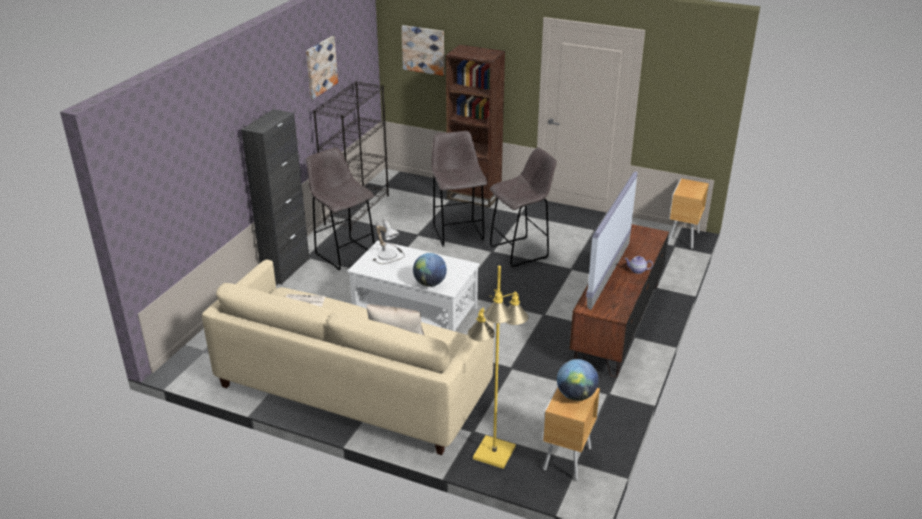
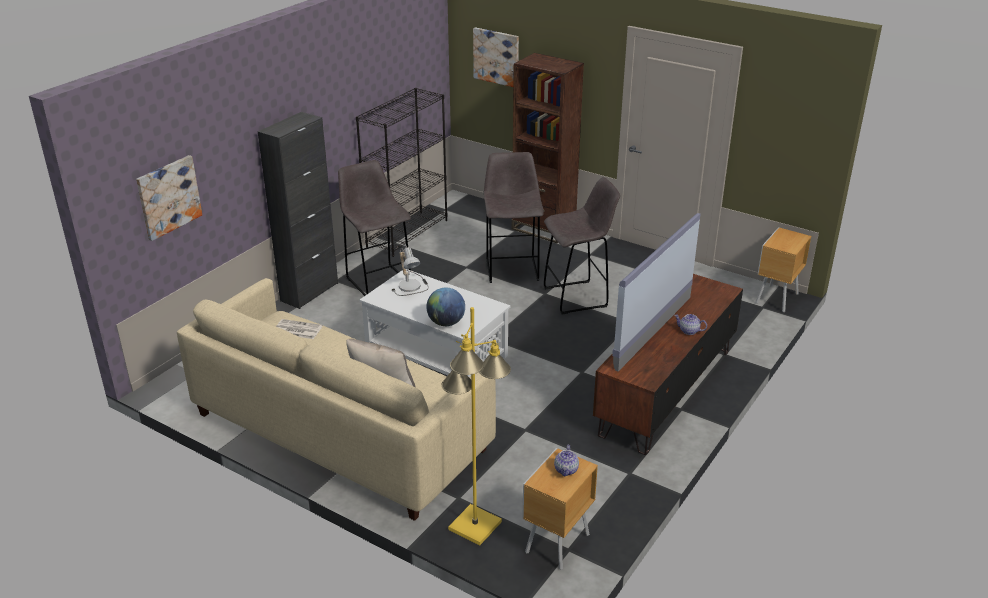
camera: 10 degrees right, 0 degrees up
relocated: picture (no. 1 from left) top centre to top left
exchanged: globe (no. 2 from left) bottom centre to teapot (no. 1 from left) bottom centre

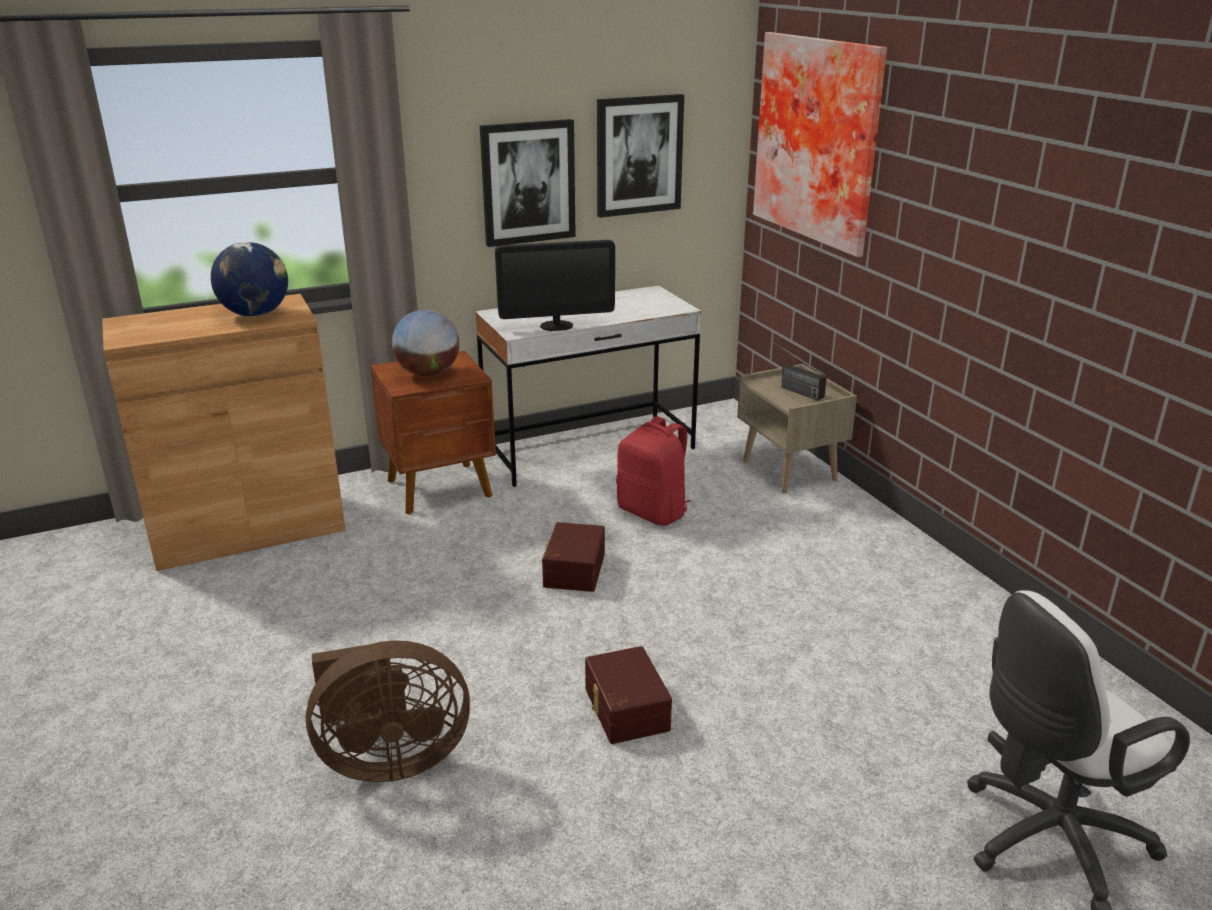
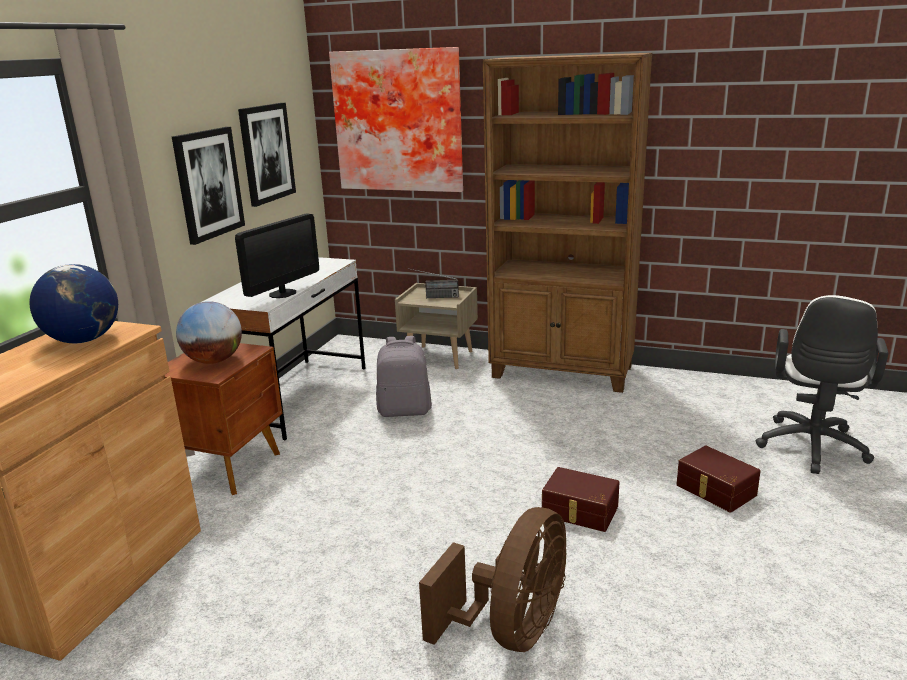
camera: 45 degrees left, 5 degrees down
appeared: brown_bookcase top centre
relocated: brown_storage_box (no. 1 from left in the first image) centre to brown_storage_box (no. 2 from left) bottom right
colour: red_backpack centre to grey_backpack centre

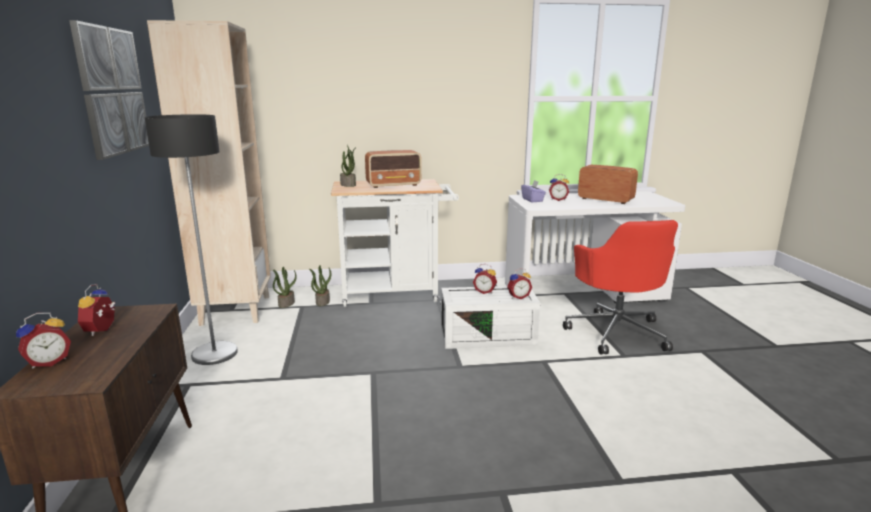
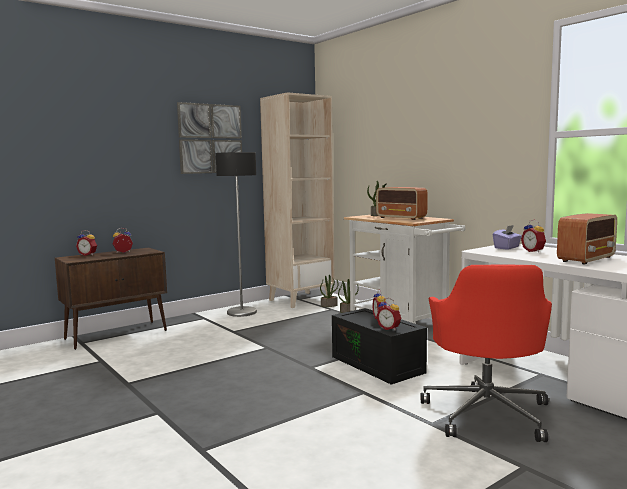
camera: 60 degrees right, 10 degrees down
colour: white_storage_box centre to black_storage_box bottom centre
spun: red_office_chair middle right = bottom right 45 degrees counterclockwise; radio (no. 2 from left) middle right = middle right 45 degrees clockwise

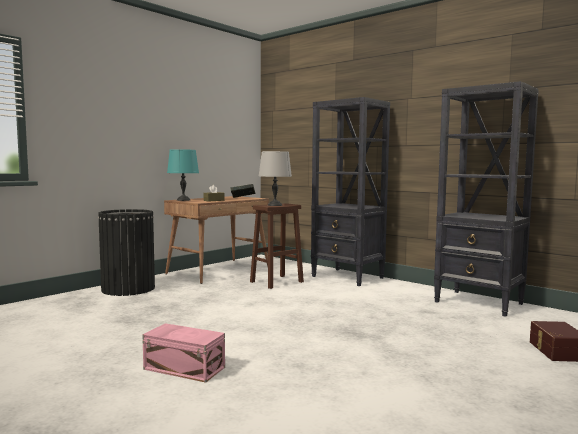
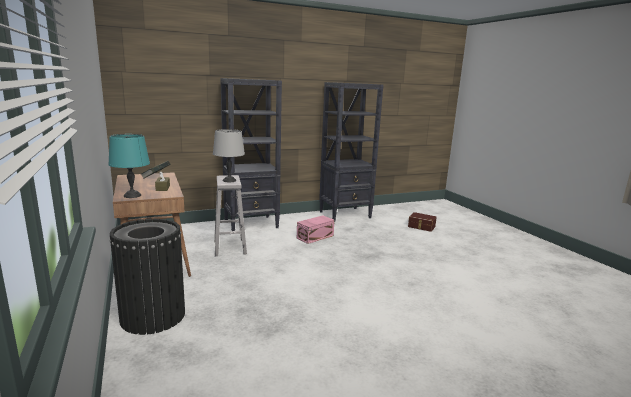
camera: 65 degrees left, 10 degrees up
relocated: pink_storage_box bottom left to centre
colour: brown_stool centre to white_stool centre

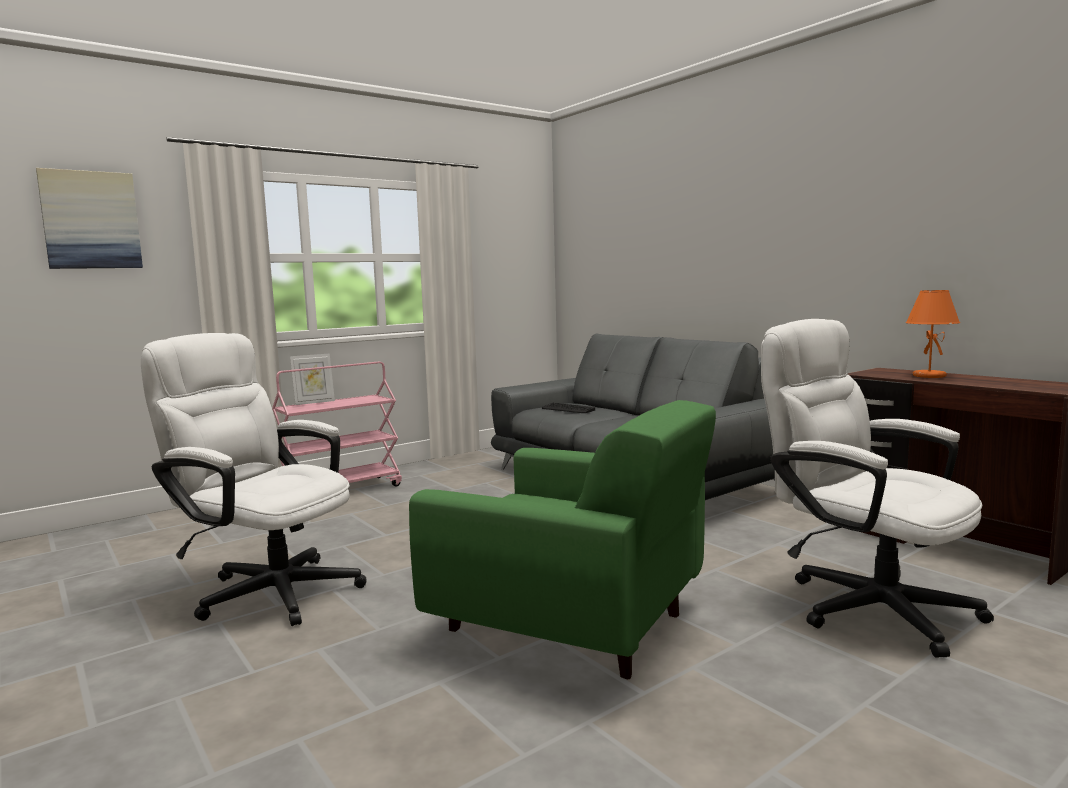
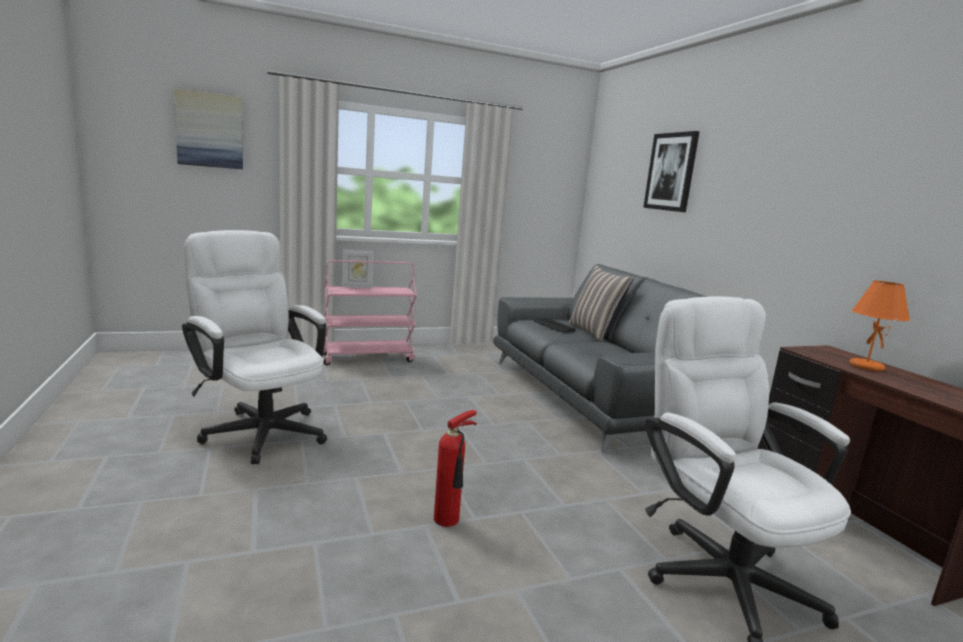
camera: 15 degrees right, 5 degrees up
appeared: pillow centre; picture (no. 2 from left) top right
exchanged: green_armchair bottom centre to fire_extinguisher bottom centre

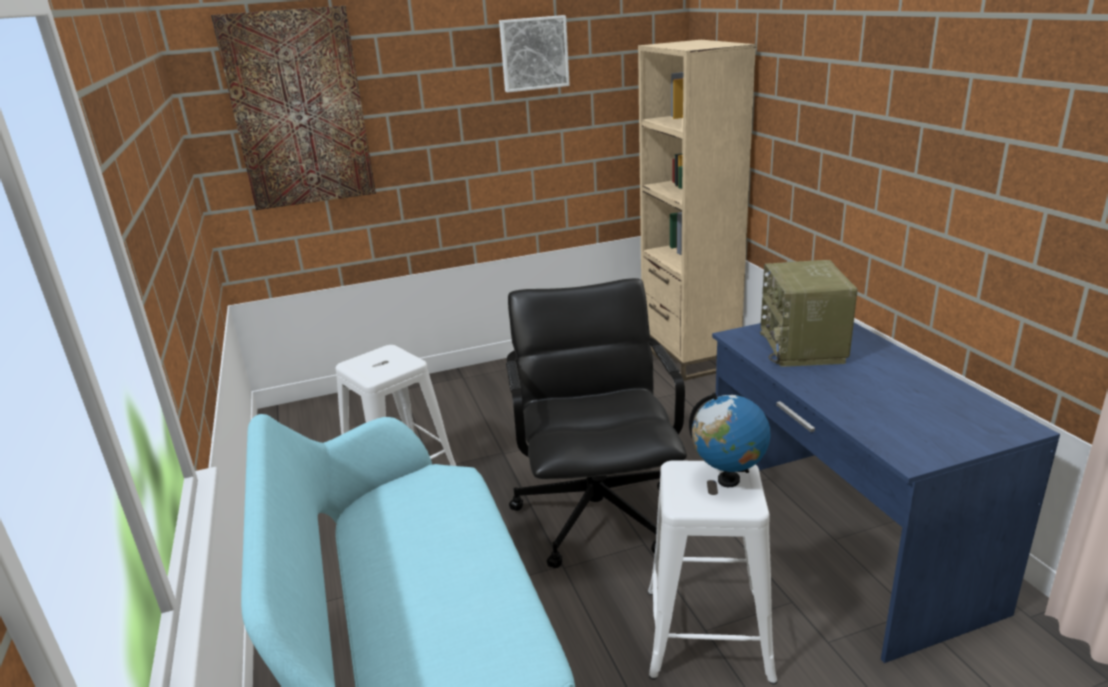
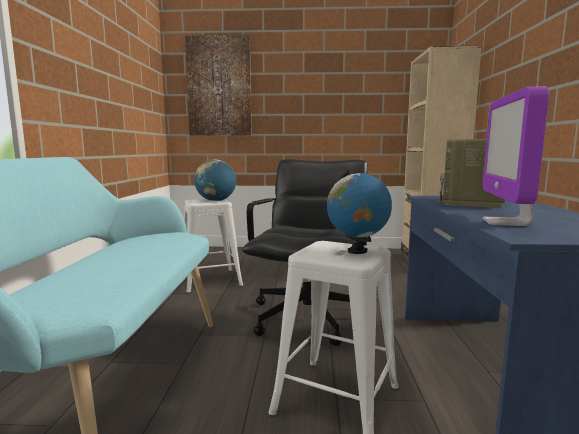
camera: 20 degrees right, 15 degrees down
missing: picture (no. 2 from left) top centre
appeared: globe (no. 1 from left) centre; monitor middle right

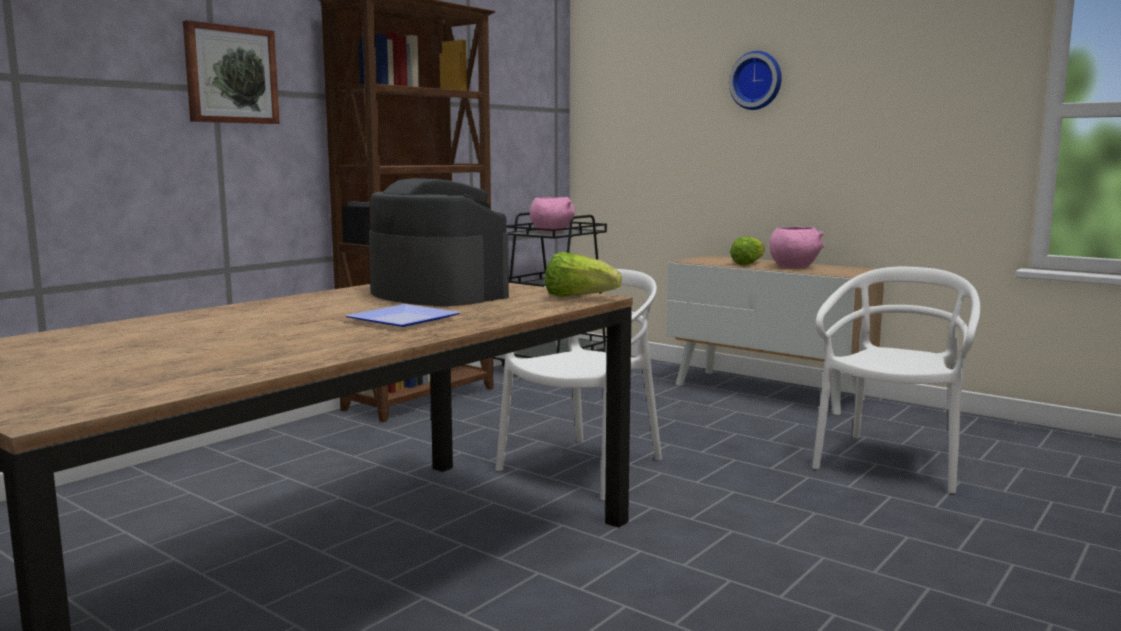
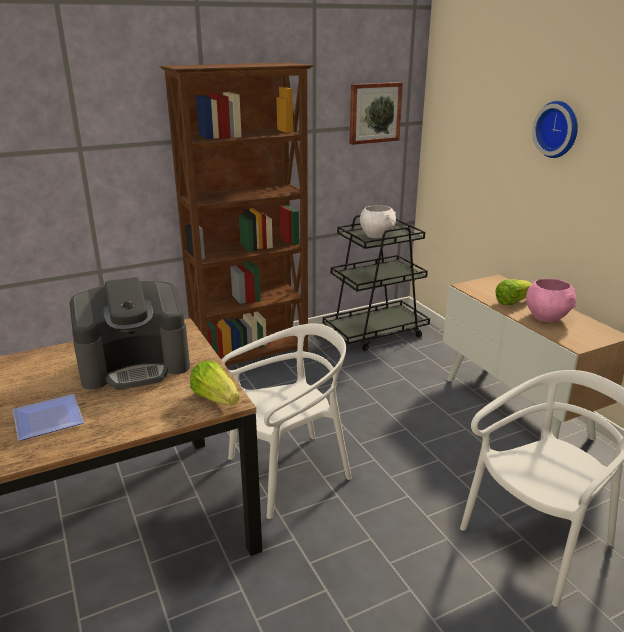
camera: 25 degrees right, 15 degrees up
relocated: picture top left to top centre
colour: pink_bowl (no. 1 from left) centre to white_bowl centre
spun: coffee_machine centre = middle left 90 degrees clockwise

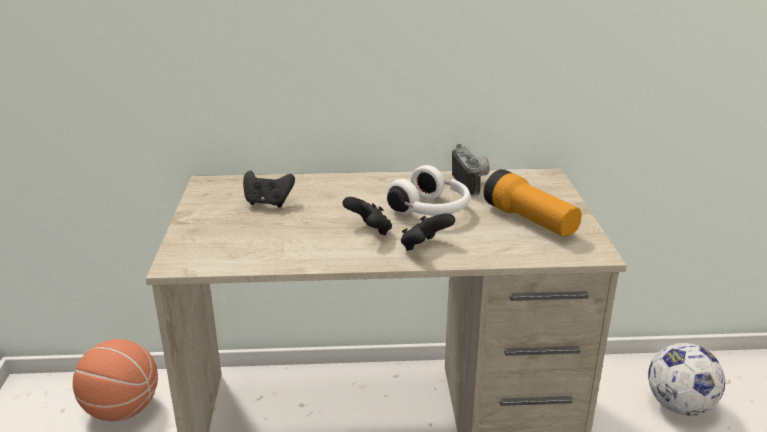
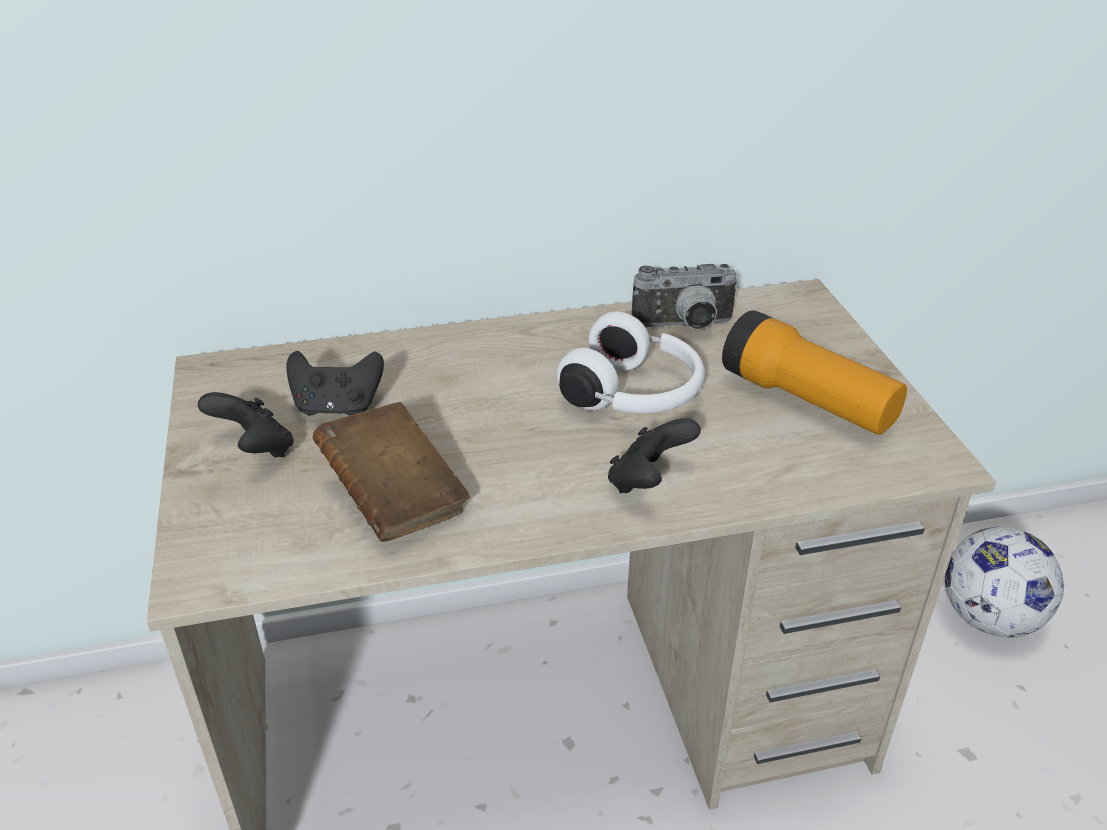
camera: 10 degrees left, 10 degrees up
missing: basketball bottom left
appeared: brown_book centre
relocated: black_game_controller (no. 2 from left in the first image) centre to black_game_controller (no. 1 from left) middle left
spun: photo_camera centre = centre 105 degrees clockwise

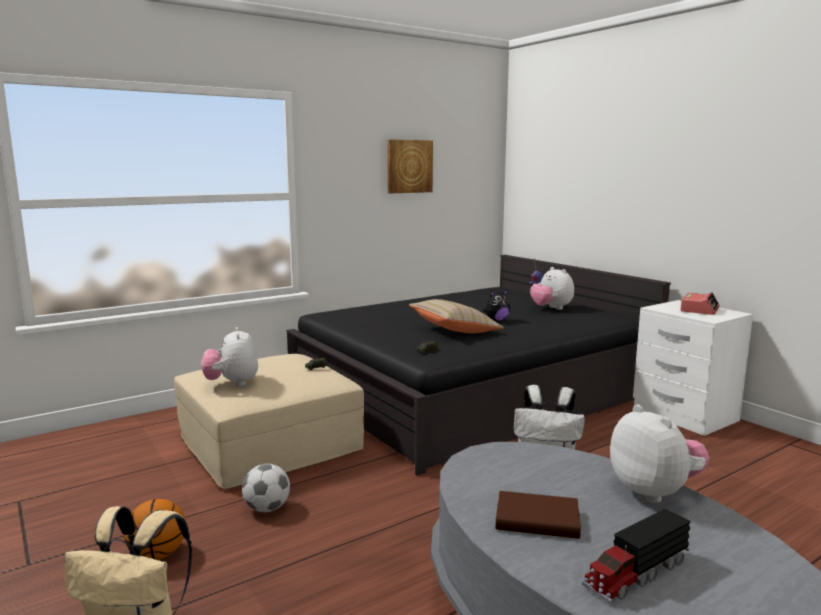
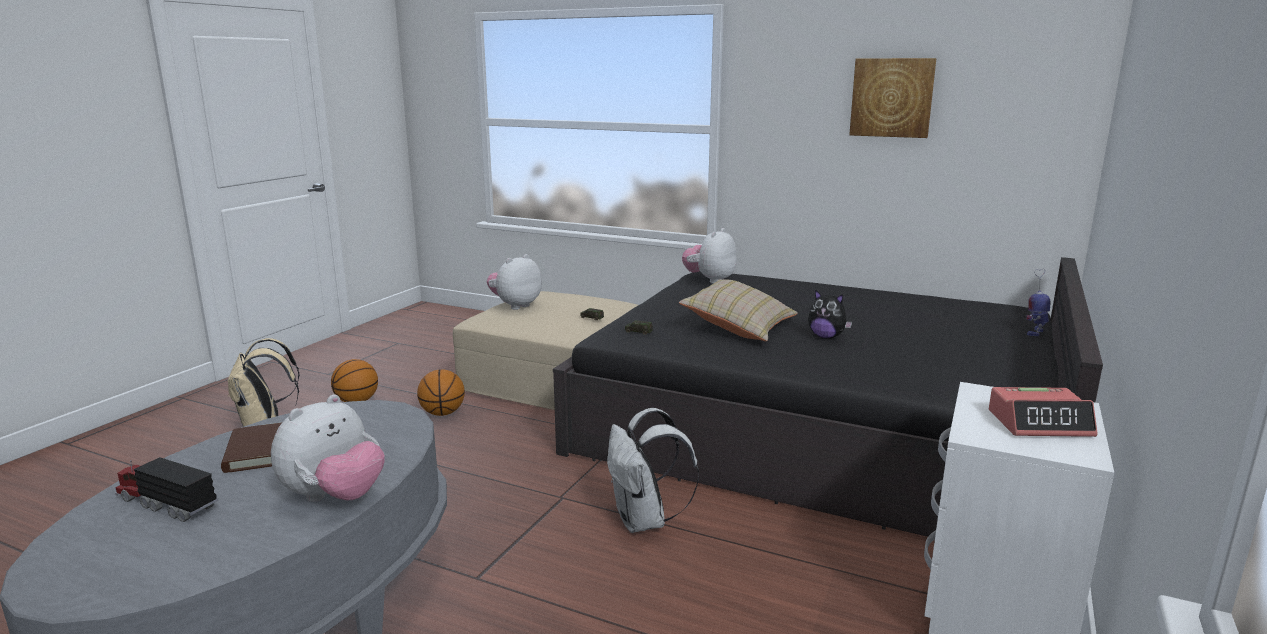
camera: 60 degrees right, 5 degrees up
relocated: plush_toy (no. 3 from left) middle right to centre
exchanged: football bottom left to basketball (no. 2 from left) centre

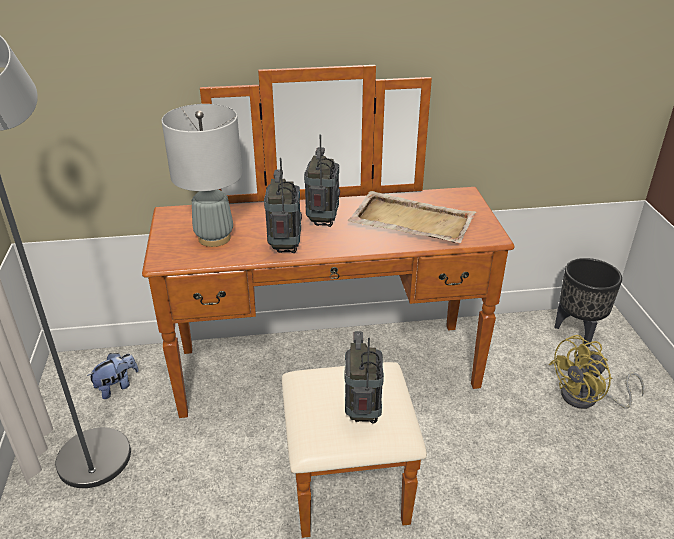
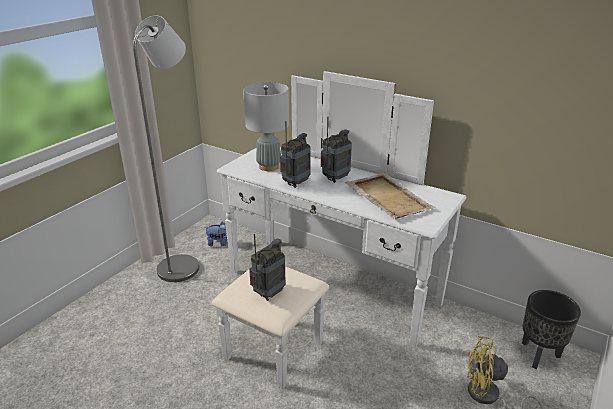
camera: 40 degrees right, 5 degrees down
colour: brown_dresser centre to white_dresser centre

